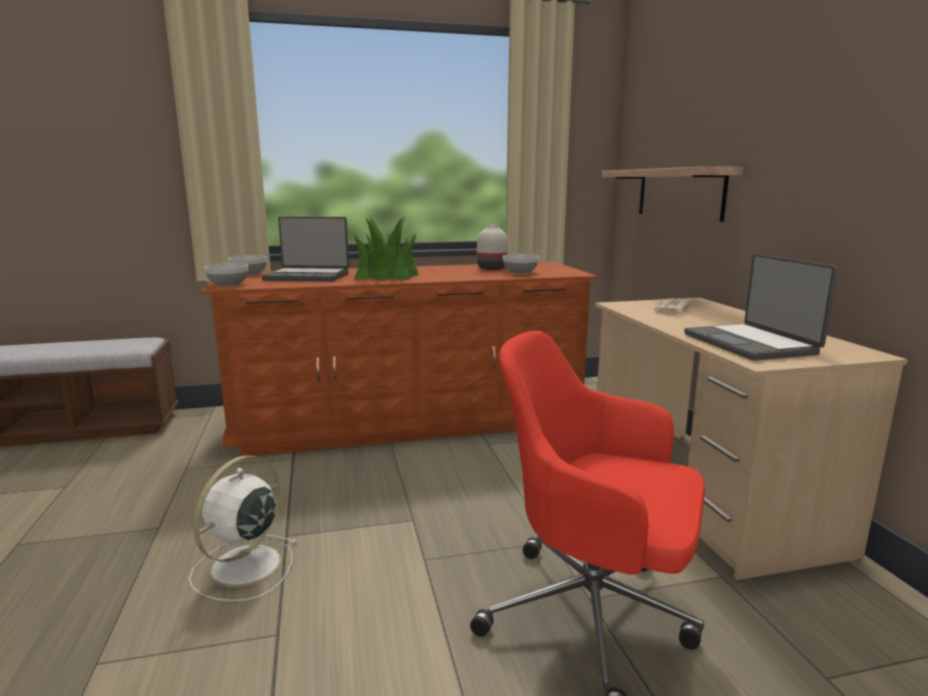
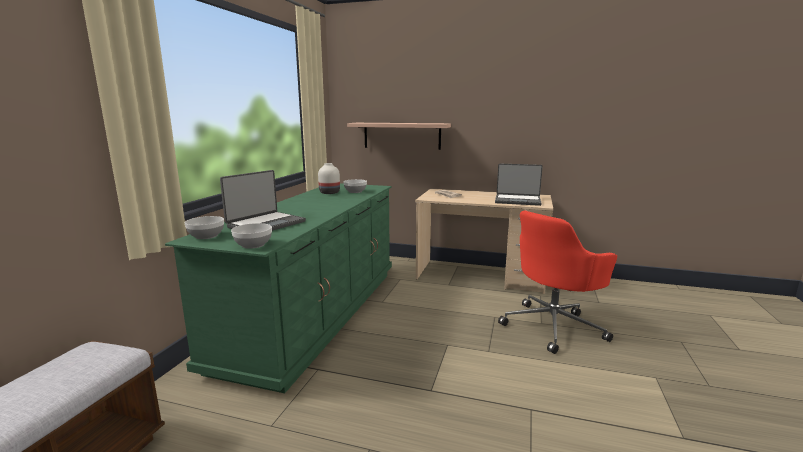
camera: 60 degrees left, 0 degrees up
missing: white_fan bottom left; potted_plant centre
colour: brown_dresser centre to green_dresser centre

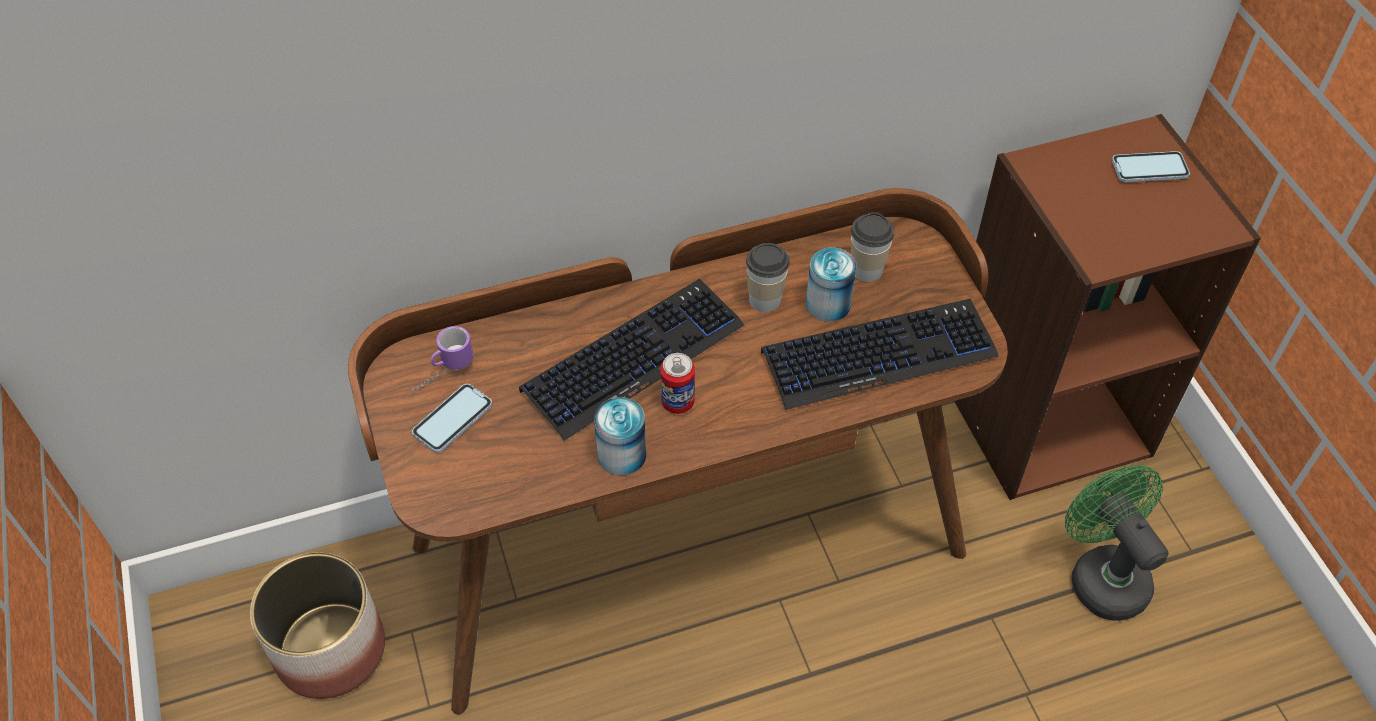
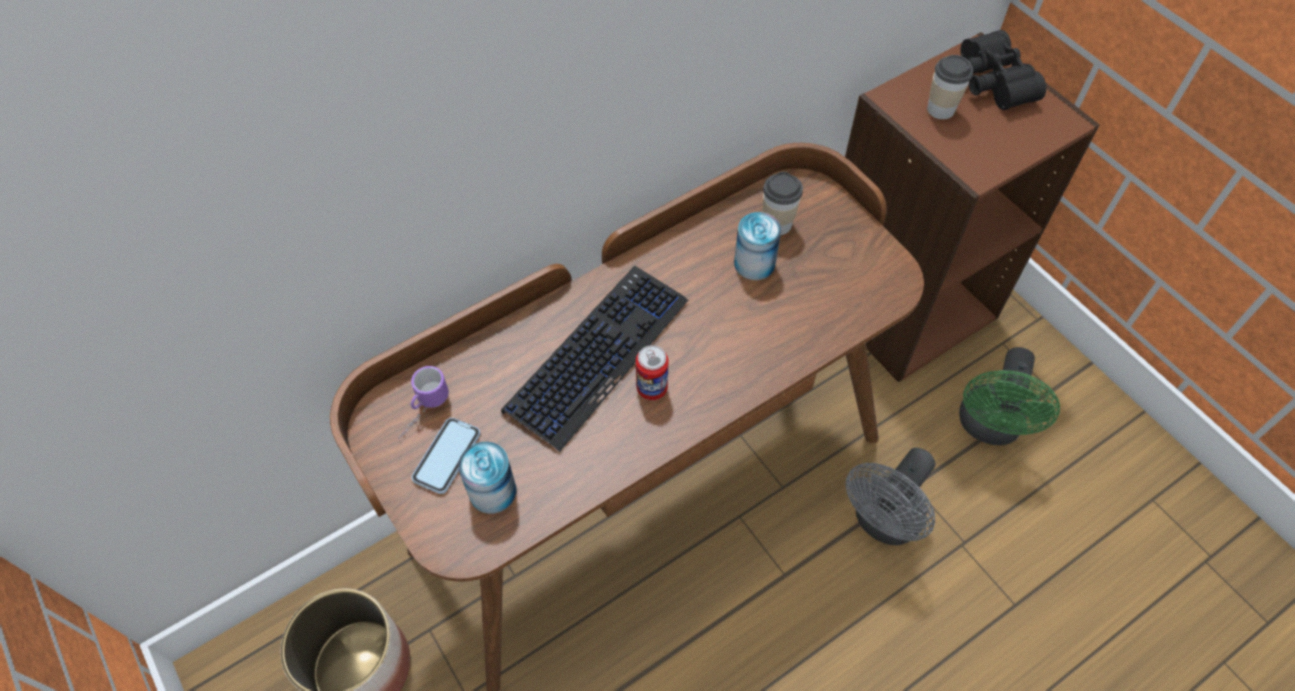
camera: 15 degrees left, 5 degrees up
missing: keyboard (no. 2 from left) centre
appeared: grey_fan bottom right
relocated: can (no. 1 from left) centre to bottom centre; cup (no. 1 from left in the first image) centre to cup (no. 2 from left) top right
exchanged: phone (no. 2 from left) top right to black_binoculars top right
spun: green_fan bottom right = middle right 120 degrees counterclockwise

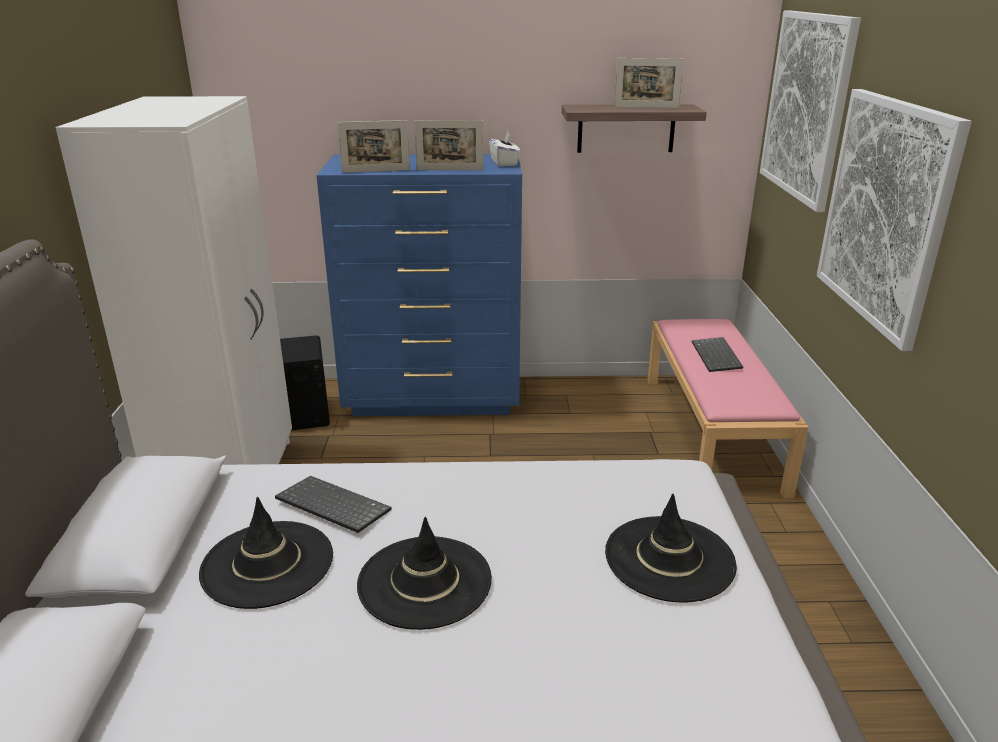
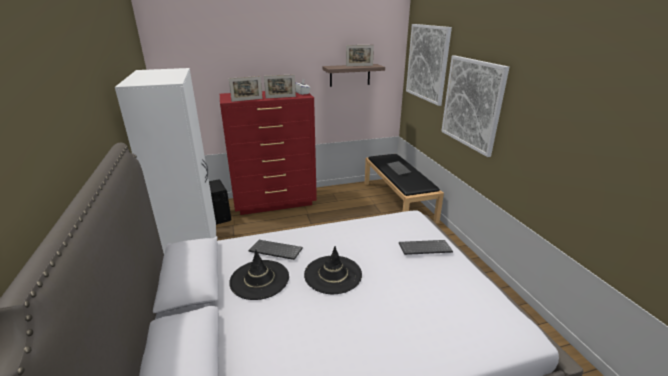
camera: 15 degrees left, 0 degrees up
exchanged: black_hat (no. 3 from left) bottom right to keyboard (no. 3 from left) centre
colour: blue_dresser centre to red_dresser centre; pink_bench middle right to black_bench centre

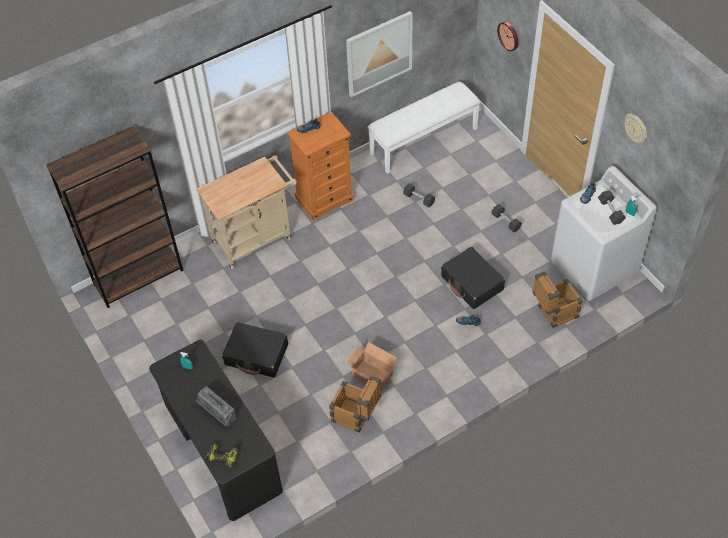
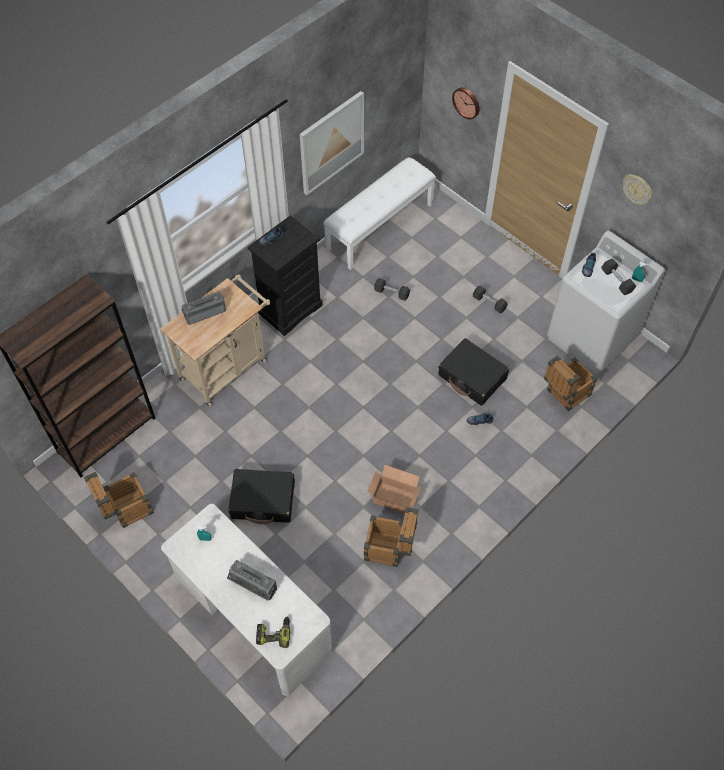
camera: 15 degrees left, 5 degrees up
appeared: crate (no. 1 from left) middle left; radio (no. 1 from left) middle left
colour: black_desk bottom left to white_desk bottom centre; orange_dresser top centre to black_dresser centre

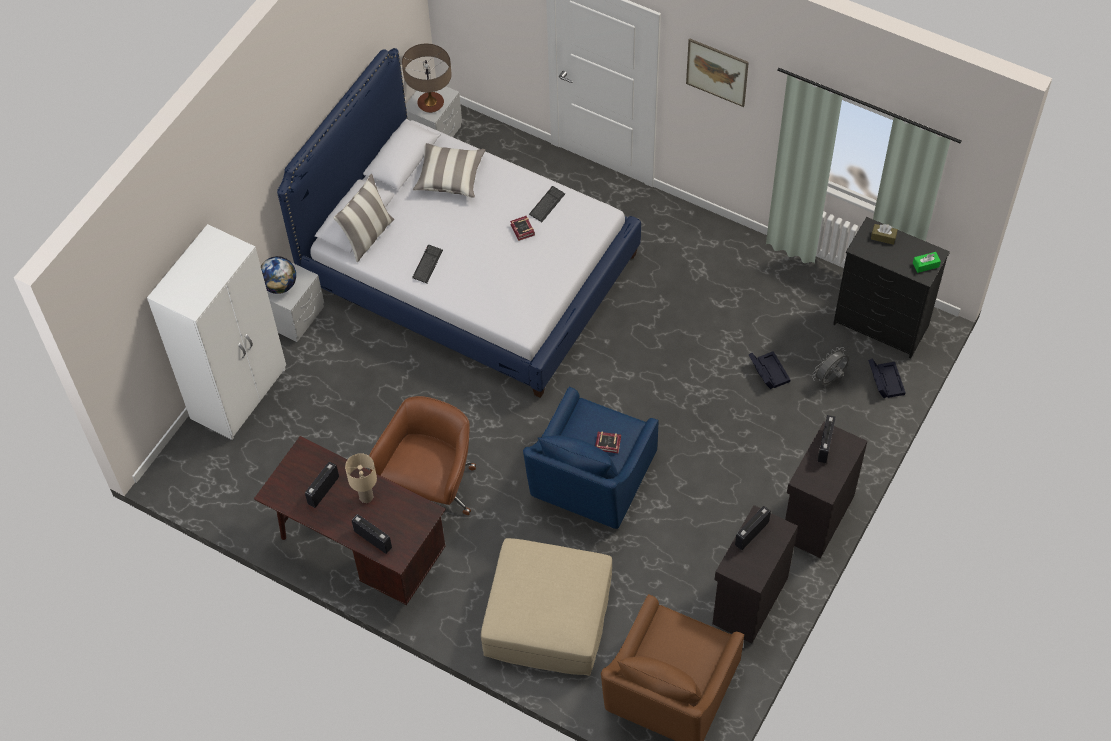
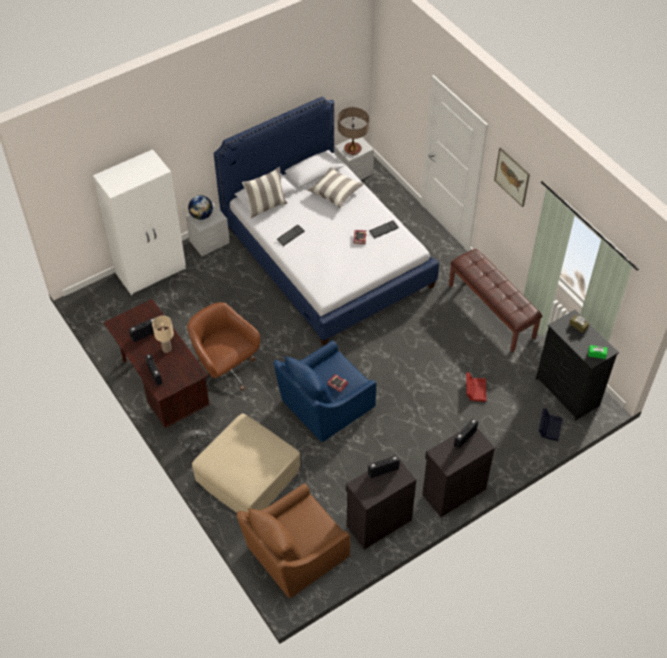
camera: 25 degrees right, 5 degrees down
appeared: brown_bench middle right
relocated: grey_fan middle right to middle left
colour: black_storage_box (no. 1 from left) middle right to red_storage_box middle right
spun: brown_office_chair centre = centre 90 degrees counterclockwise

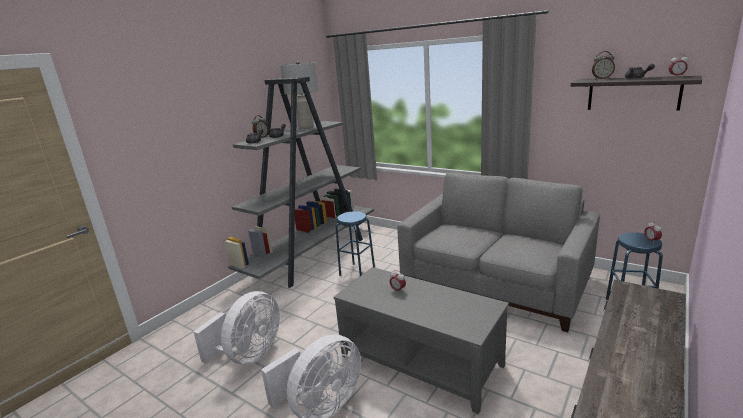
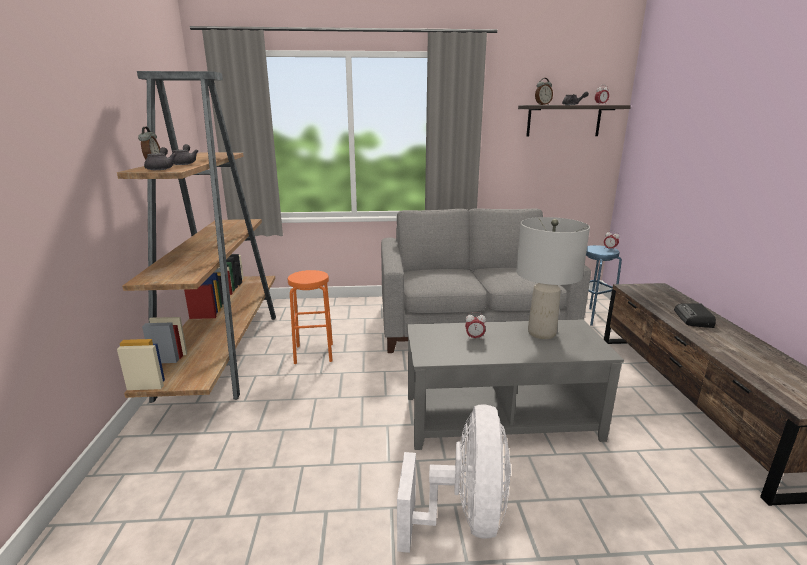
camera: 40 degrees left, 0 degrees up
missing: white_fan (no. 1 from left) bottom left
appeared: radio middle right
relocated: grey_table_lamp top centre to middle right
colour: grey_bookcase centre to brown_bookcase middle left; blue_stool (no. 1 from left) centre to orange_stool centre

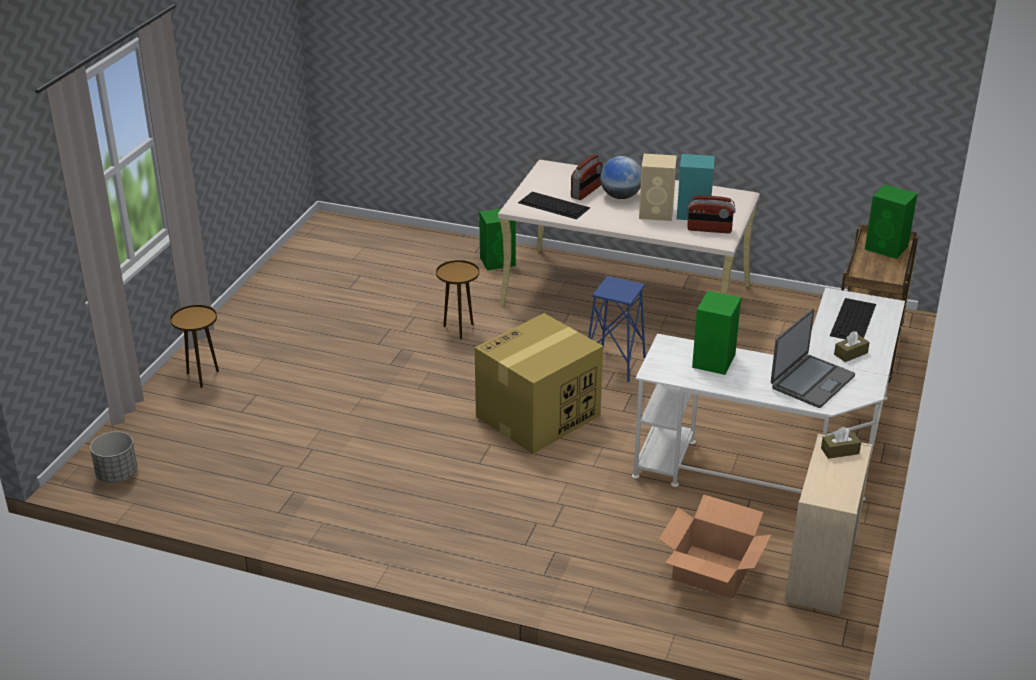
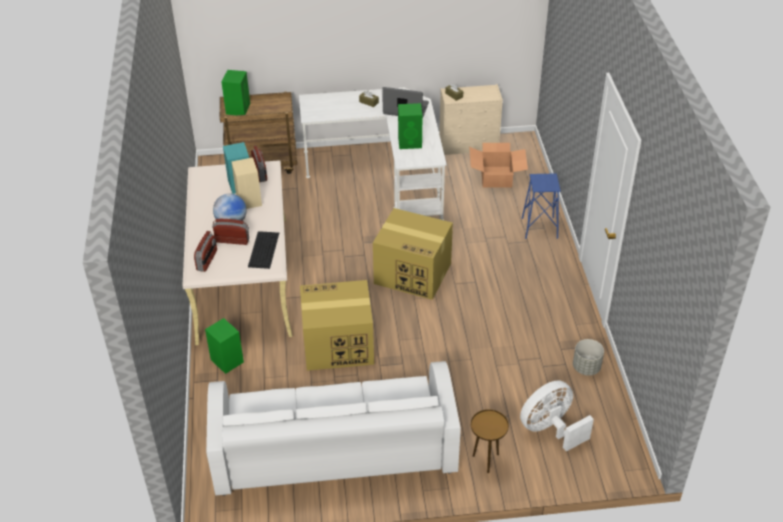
camera: 115 degrees left, 10 degrees up
missing: keyboard (no. 2 from left) middle right
appeared: radio (no. 1 from left) middle left; white_sofa bottom centre; white_fan bottom right
relocated: grey_planter bottom left to bottom right; blue_stool centre to middle right
exchanged: brown_side_table (no. 2 from left) centre to cardboard_box (no. 1 from left) centre

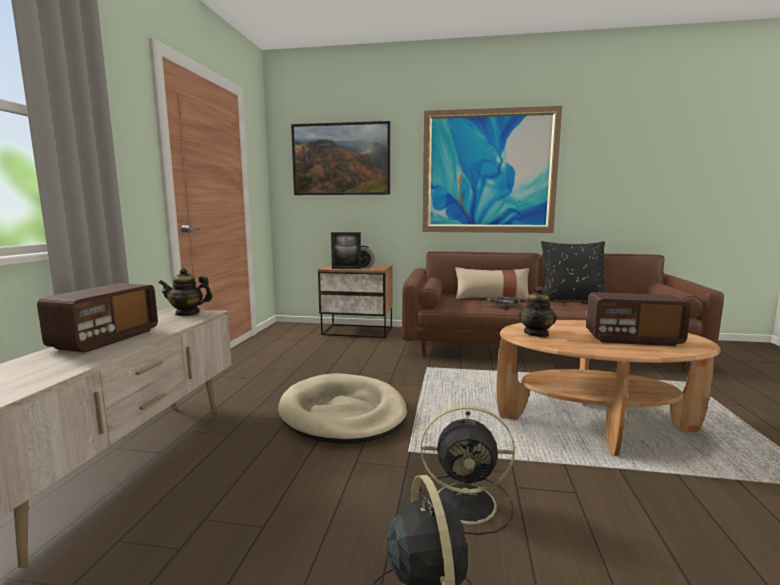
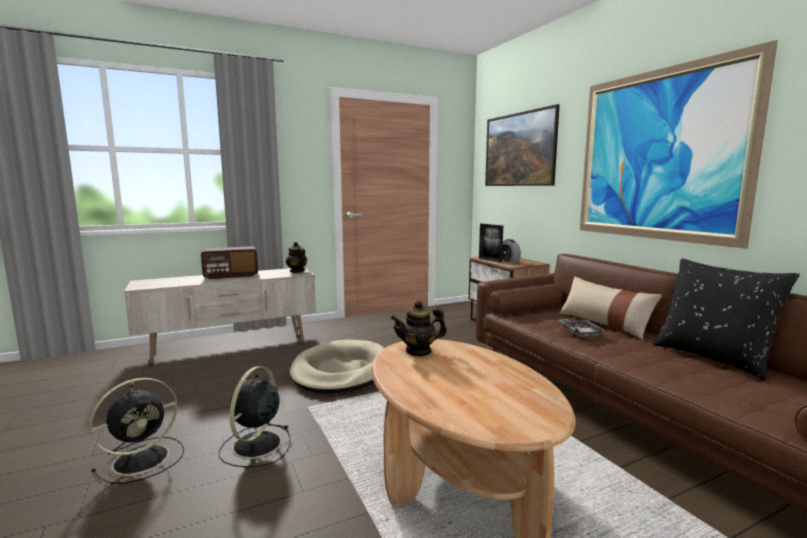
camera: 55 degrees right, 0 degrees up
missing: radio (no. 2 from left) middle right
spun: black_fan (no. 2 from left) bottom centre = bottom left 45 degrees clockwise

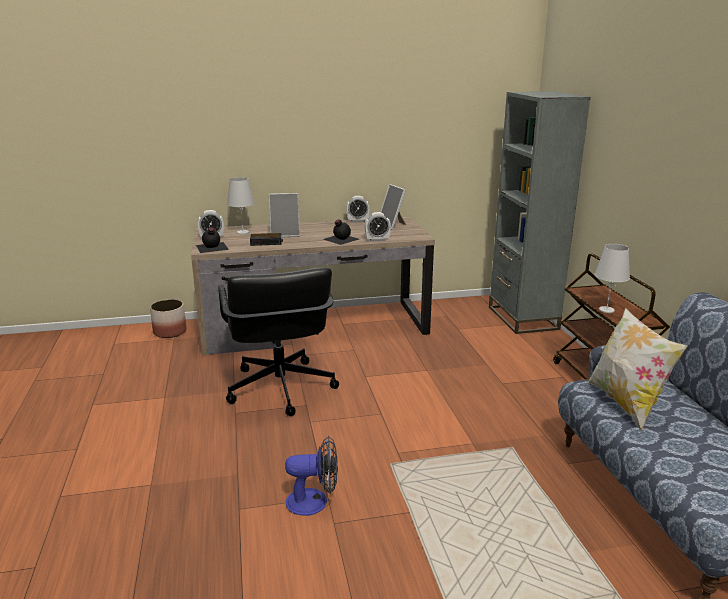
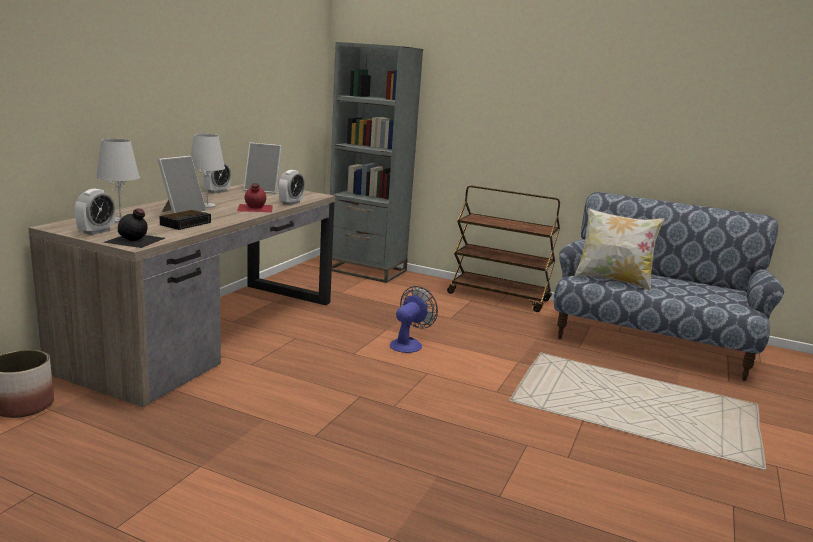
camera: 55 degrees left, 5 degrees down
missing: black_office_chair centre
relocated: fan bottom centre to centre; white_table_lamp (no. 2 from left) middle right to top left
colour: black_bottle (no. 2 from left) centre to red_bottle middle left

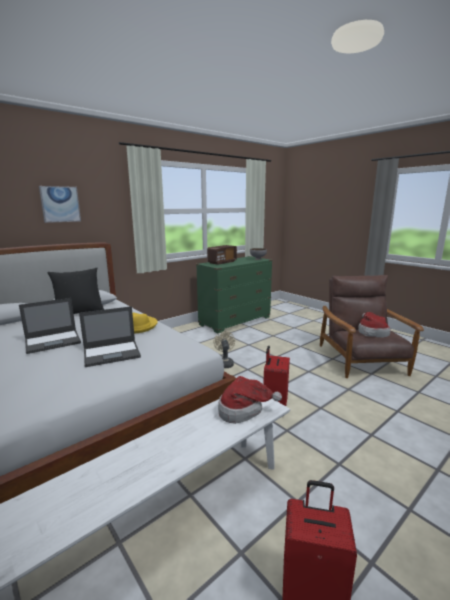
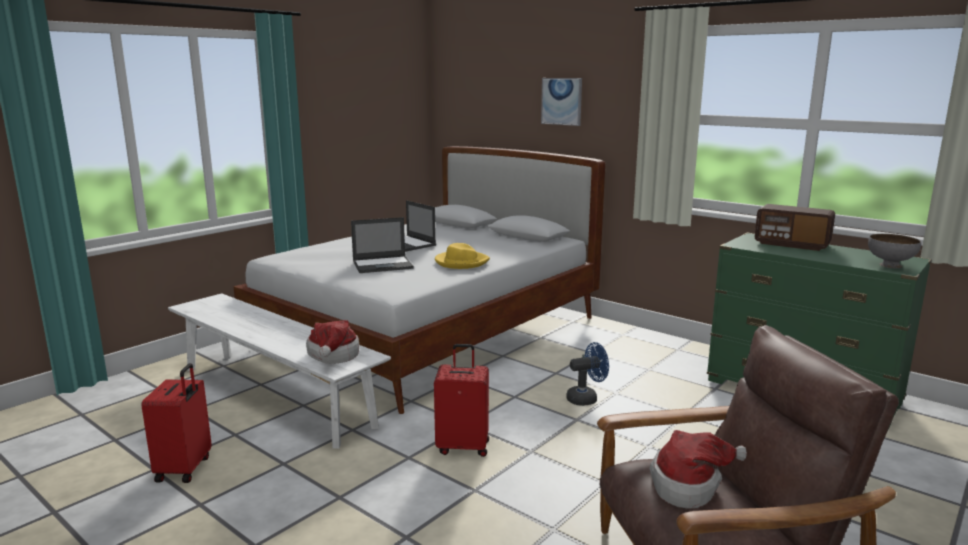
camera: 80 degrees right, 0 degrees up
missing: black_pillow middle left
colour: beige_fan centre to blue_fan bottom centre
spun: laptop (no. 2 from left in the first image) middle left = centre 75 degrees counterclockwise

